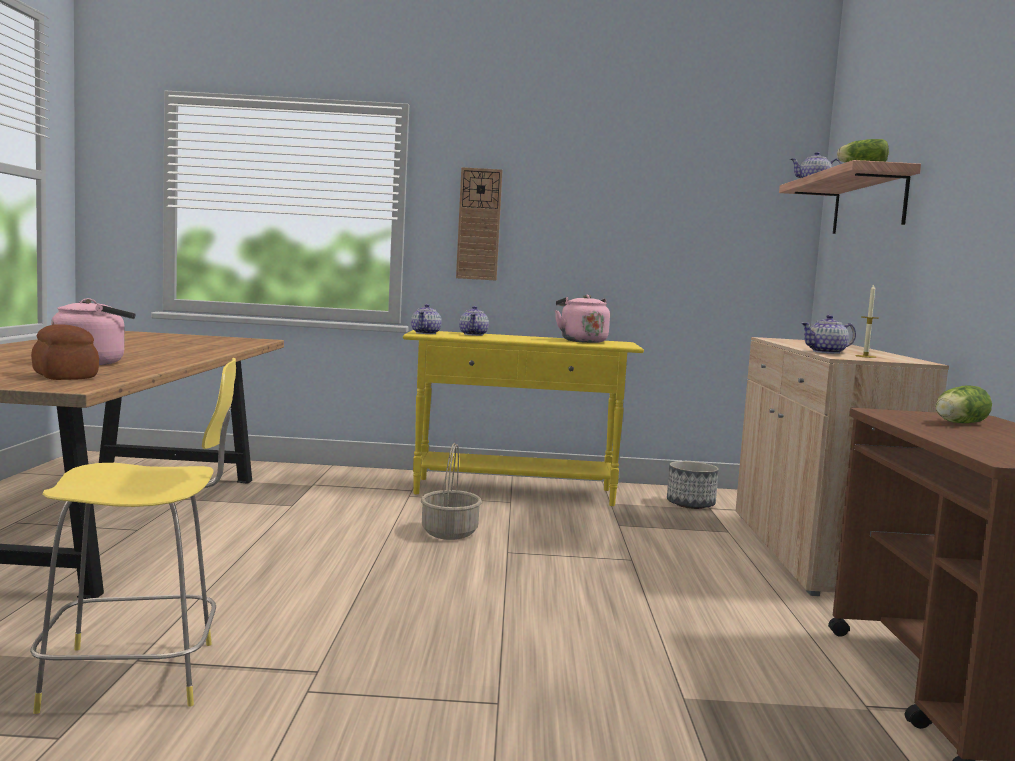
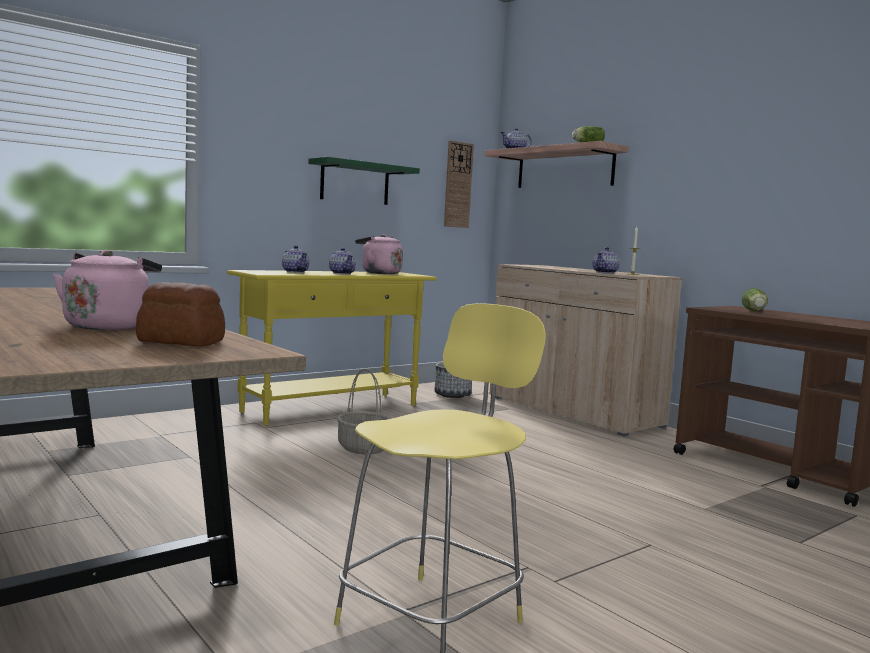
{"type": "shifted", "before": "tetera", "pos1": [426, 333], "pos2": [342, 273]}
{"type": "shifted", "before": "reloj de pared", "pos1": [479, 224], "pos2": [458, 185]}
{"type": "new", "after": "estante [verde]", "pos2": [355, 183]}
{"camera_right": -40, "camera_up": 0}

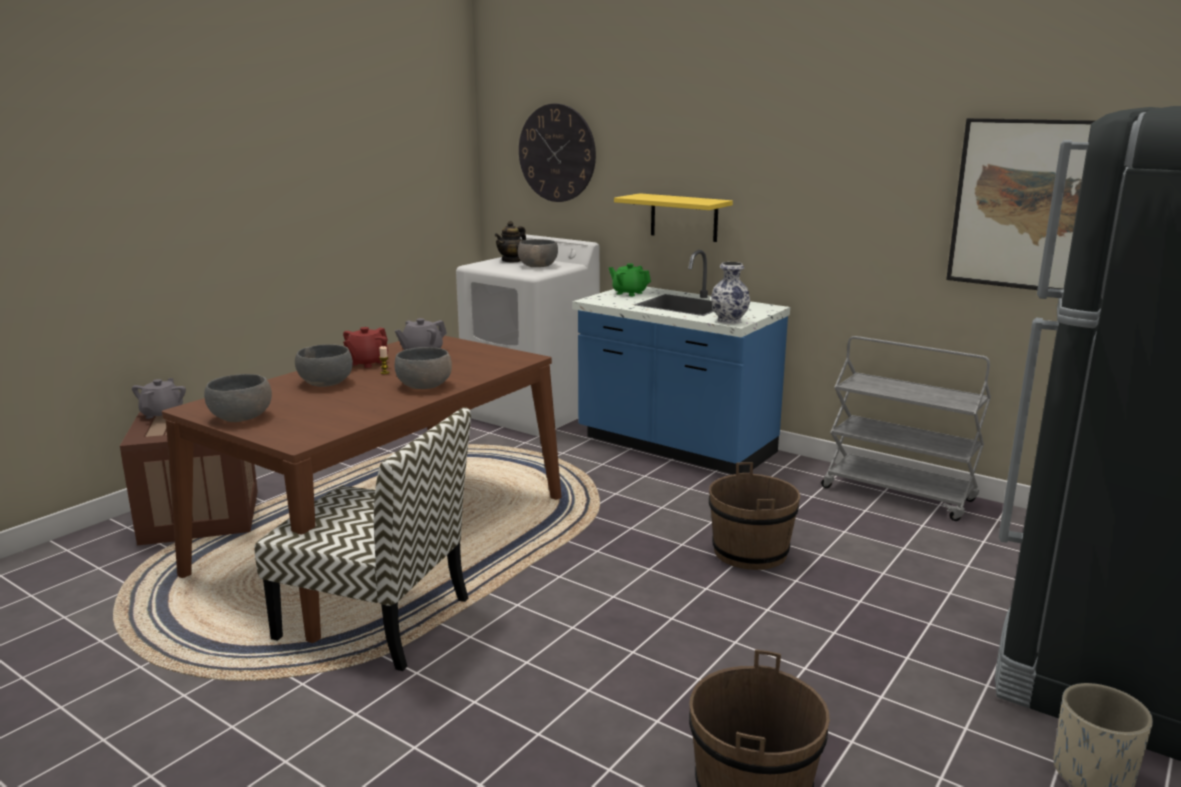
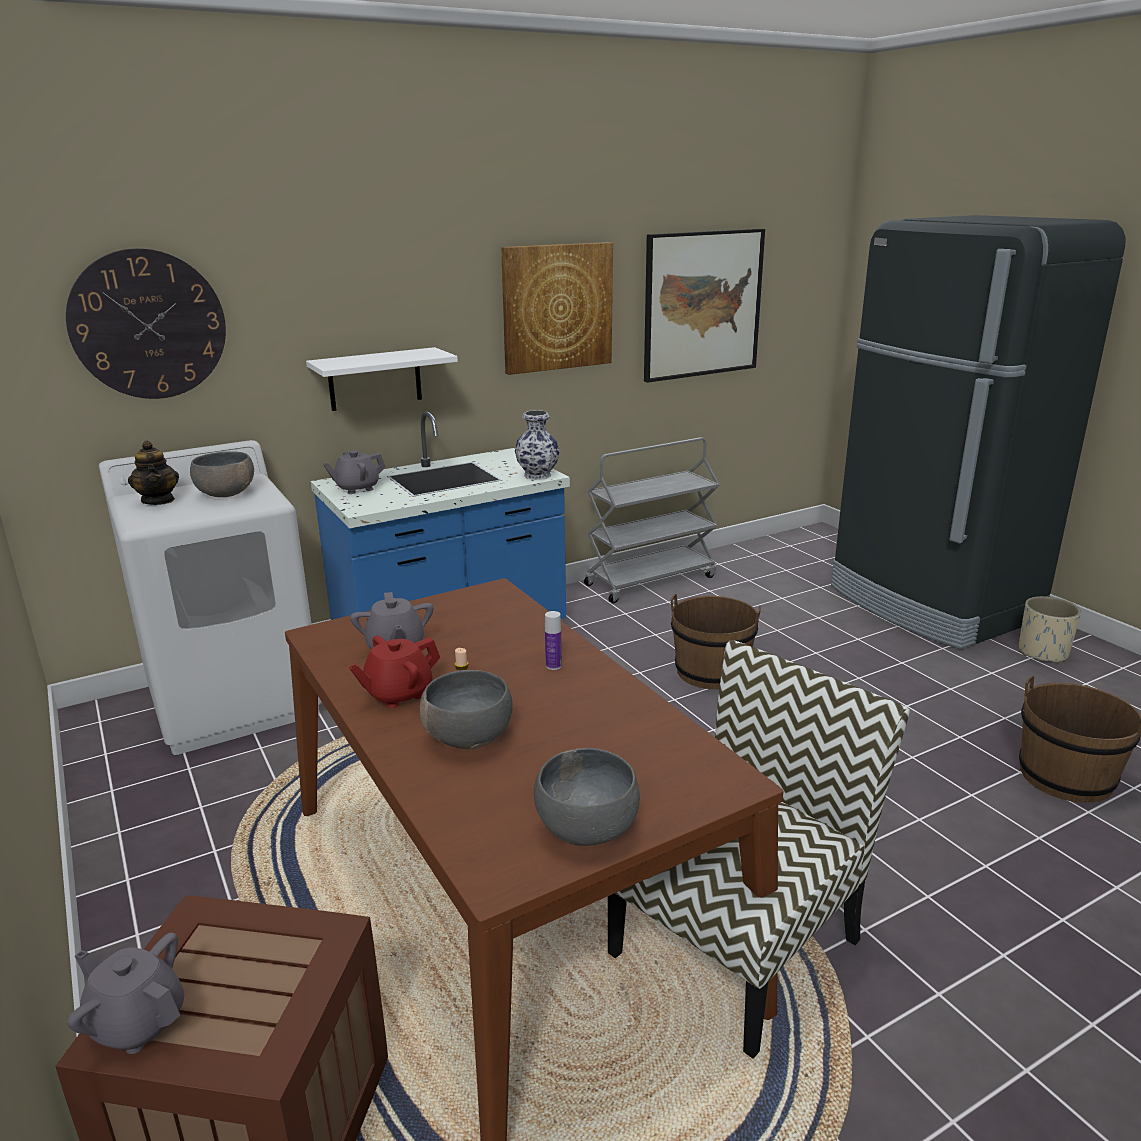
{"type": "rotated", "before": "tetera [rojo]", "pos1": [366, 363], "pos2": [398, 694], "turn": 90}
{"type": "swapped", "before": "cuenco [gris]", "after": "botella", "pos1": [424, 386], "pos2": [553, 666]}
{"type": "repainted", "before": "tetera [verde]", "after": "tetera [gris]", "pos1": [629, 293], "pos2": [357, 488]}
{"type": "repainted", "before": "estante [amarillo]", "after": "estante [blanco]", "pos1": [684, 217], "pos2": [375, 379]}
{"type": "new", "after": "cuadro", "pos2": [557, 307]}
{"camera_right": -65, "camera_up": 5}

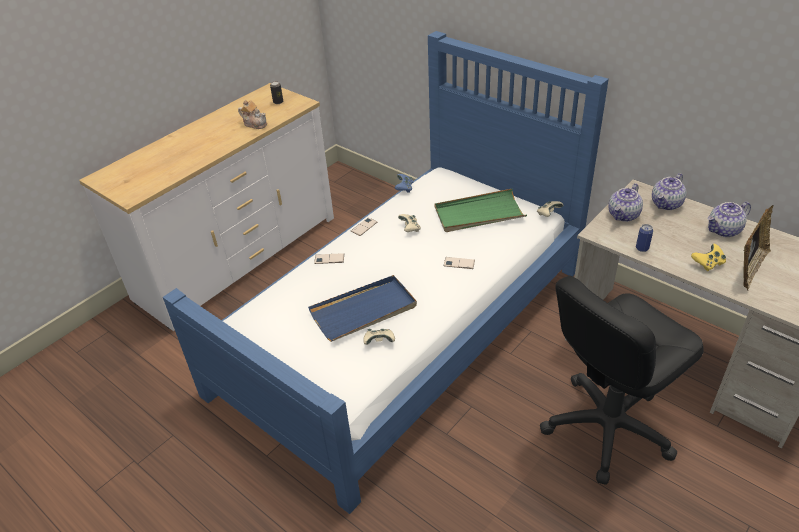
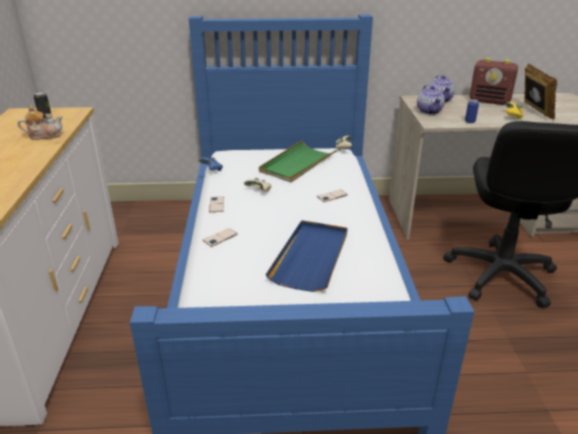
{"type": "gone", "before": "mando de consola [beis]", "pos1": [379, 342]}
{"type": "swapped", "before": "tetera", "after": "radio", "pos1": [724, 230], "pos2": [490, 101]}
{"camera_right": -45, "camera_up": -10}

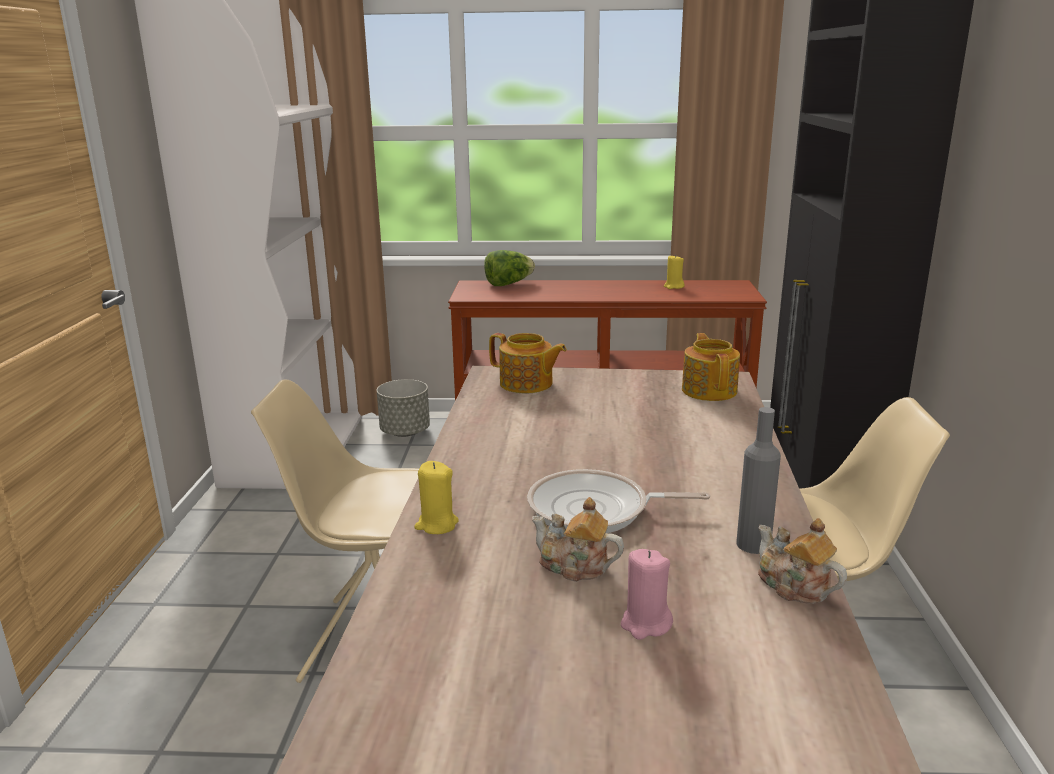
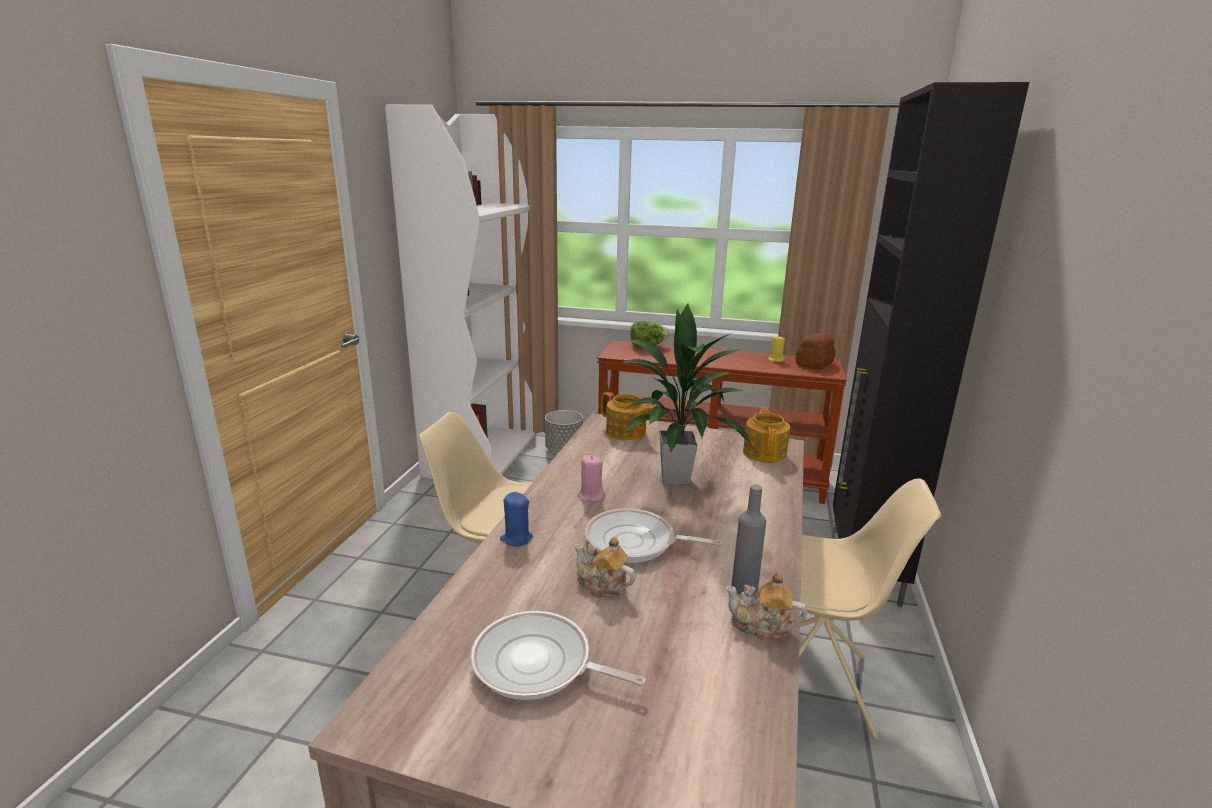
{"type": "repainted", "before": "vela [amarillo]", "after": "vela [azul]", "pos1": [436, 525], "pos2": [516, 538]}
{"type": "shifted", "before": "vela [rosa]", "pos1": [645, 624], "pos2": [591, 496]}
{"type": "rotated", "before": "tetera", "pos1": [794, 586], "pos2": [761, 626], "turn": -45}
{"type": "new", "after": "sartén", "pos2": [538, 665]}
{"type": "new", "after": "planta en maceta", "pos2": [674, 479]}
{"type": "new", "after": "pan", "pos2": [815, 364]}
{"camera_right": 10, "camera_up": 0}

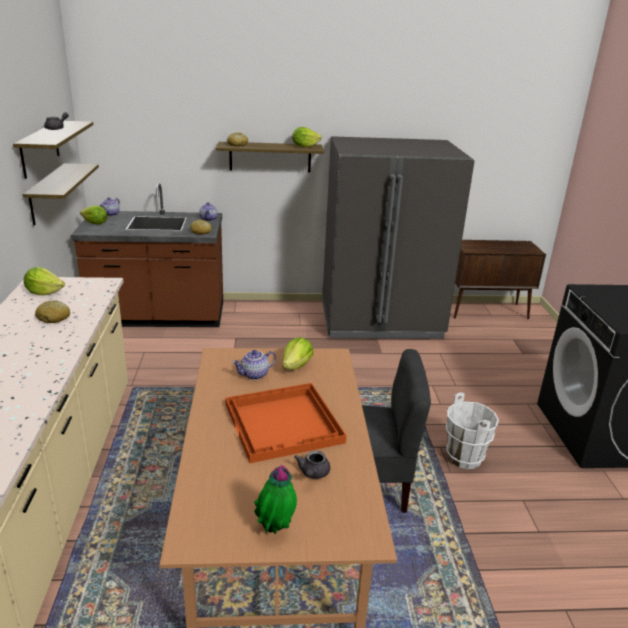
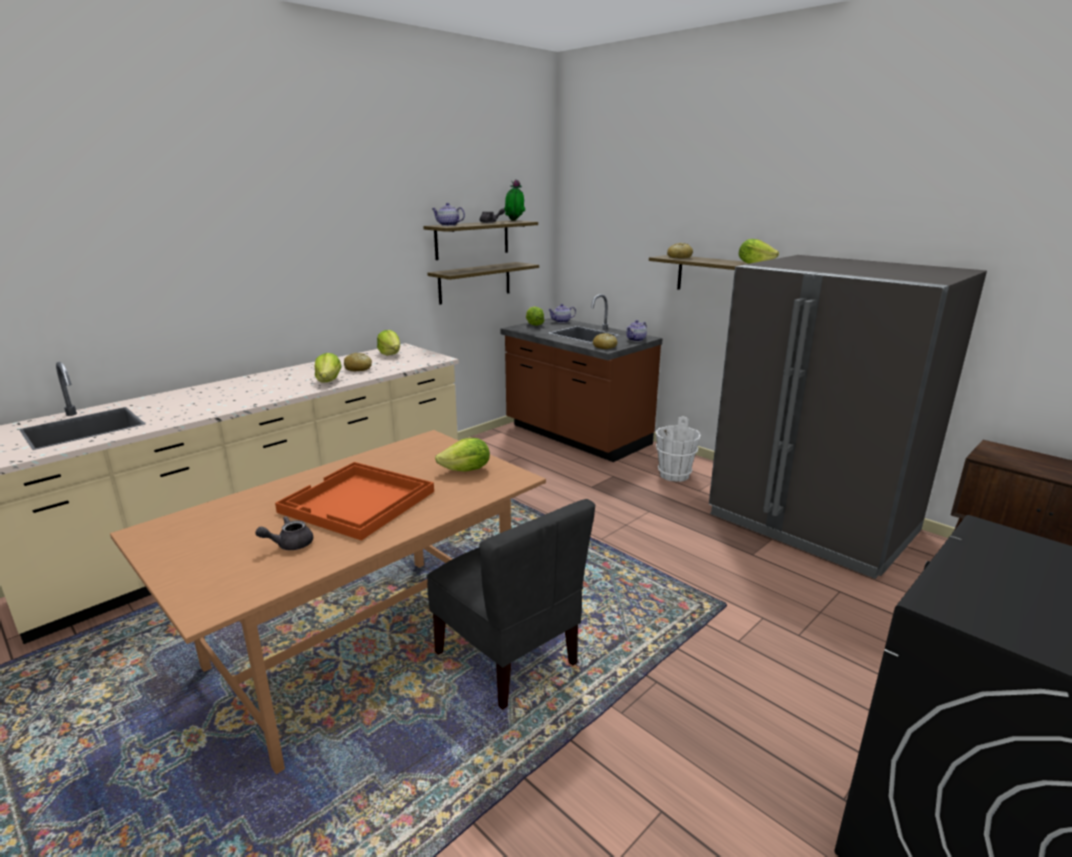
{"type": "shifted", "before": "tetera", "pos1": [254, 375], "pos2": [448, 225]}
{"type": "shifted", "before": "planta en maceta", "pos1": [276, 530], "pos2": [514, 221]}
{"type": "shifted", "before": "cubo [blanco]", "pos1": [464, 457], "pos2": [674, 475]}
{"type": "new", "after": "lechuga", "pos2": [329, 381]}
{"camera_right": 50, "camera_up": -5}

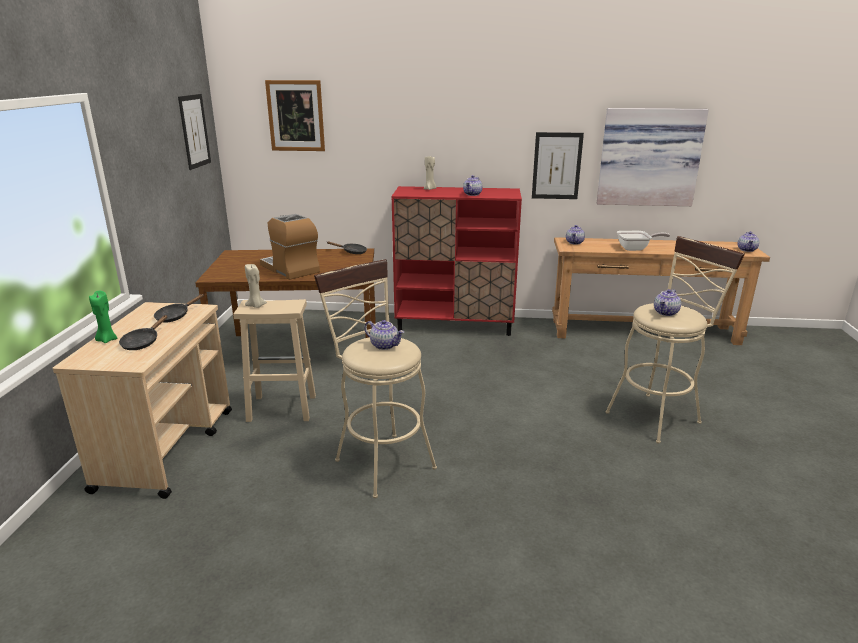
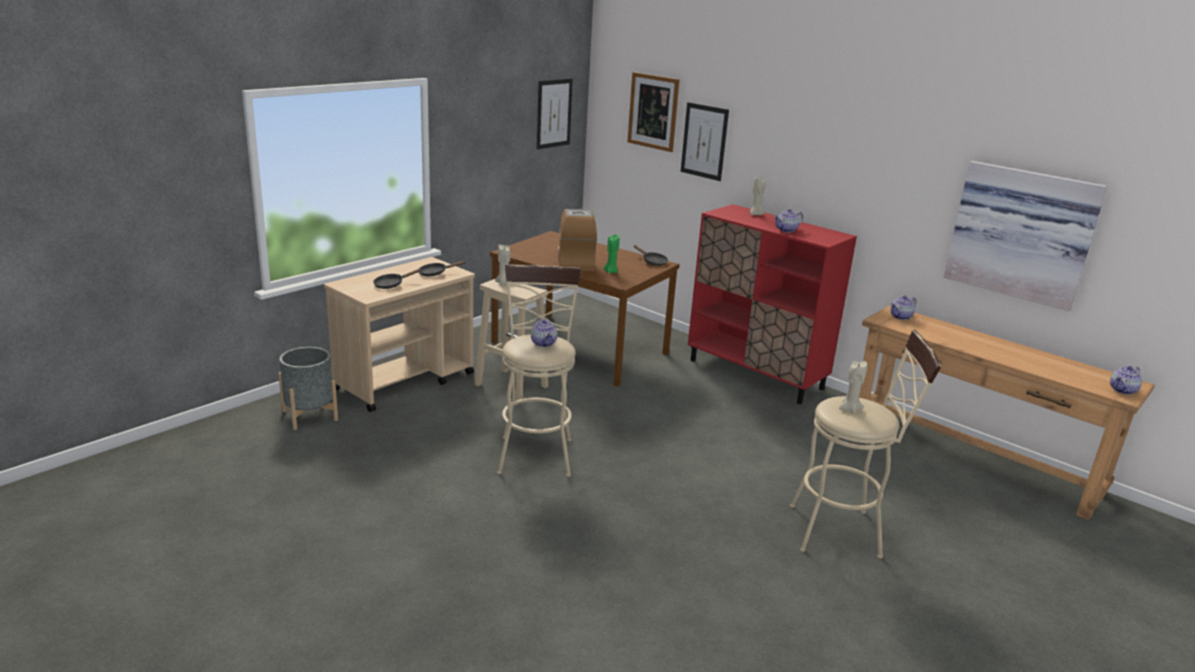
{"type": "shifted", "before": "vela [verde]", "pos1": [107, 340], "pos2": [611, 271]}
{"type": "shifted", "before": "cuadro", "pos1": [556, 166], "pos2": [704, 141]}
{"type": "gone", "before": "sartén", "pos1": [636, 249]}
{"type": "swapped", "before": "tetera", "after": "vela [beis]", "pos1": [666, 313], "pos2": [849, 409]}
{"type": "new", "after": "maceta [gris]", "pos2": [310, 415]}
{"camera_right": 35, "camera_up": 0}

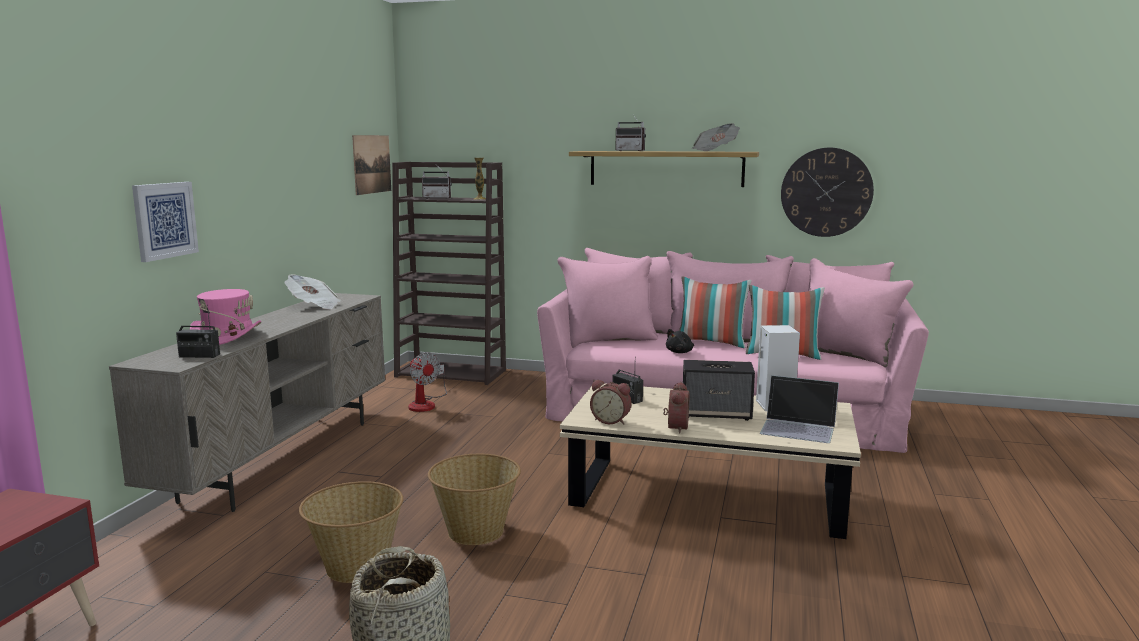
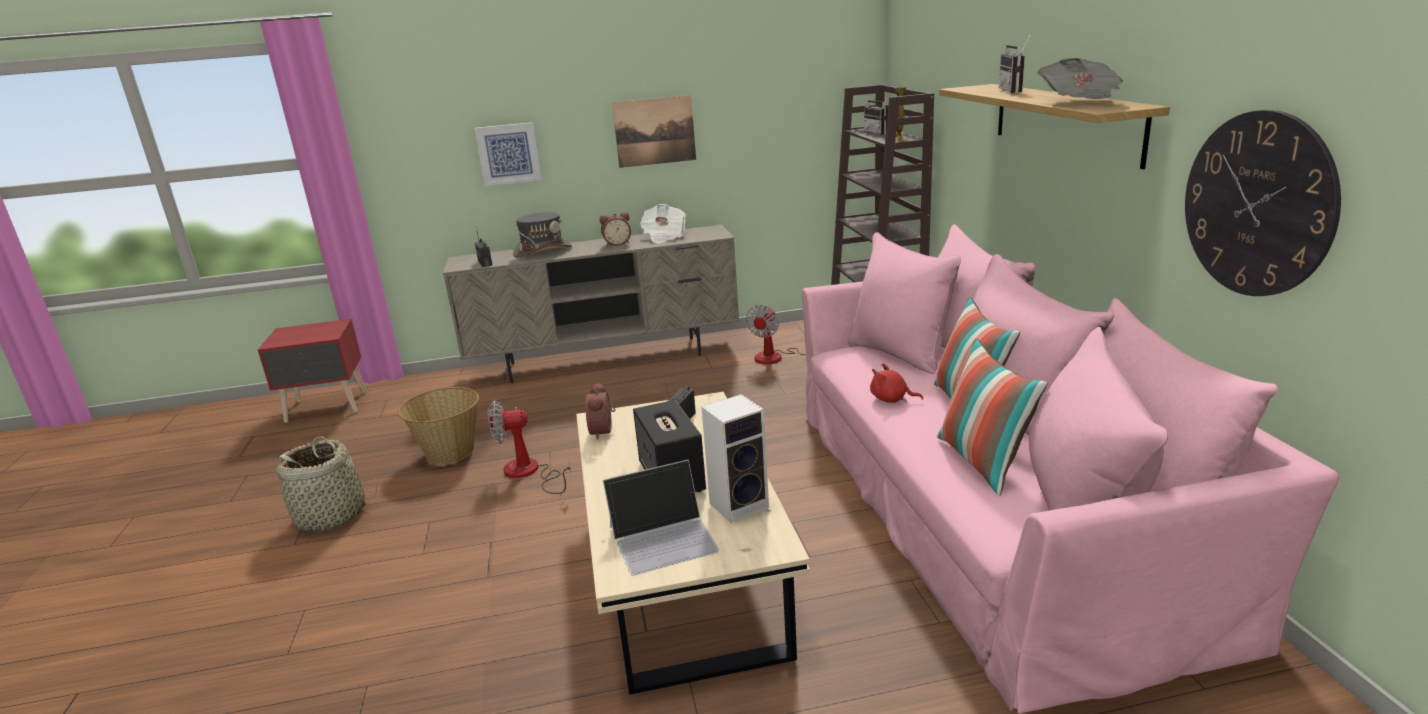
{"type": "repainted", "before": "sombrero [rosa]", "after": "sombrero [gris]", "pos1": [227, 336], "pos2": [543, 251]}
{"type": "shifted", "before": "cuadro", "pos1": [372, 164], "pos2": [654, 131]}
{"type": "swapped", "before": "cesta", "after": "ventilador", "pos1": [476, 531], "pos2": [529, 473]}
{"type": "shifted", "before": "despertador", "pos1": [675, 427], "pos2": [617, 244]}
{"type": "repainted", "before": "peluche [negro]", "after": "peluche [rojo]", "pos1": [680, 352], "pos2": [891, 399]}
{"type": "rotated", "before": "portátil", "pos1": [799, 427], "pos2": [663, 537], "turn": -105}
{"camera_right": 65, "camera_up": 10}

